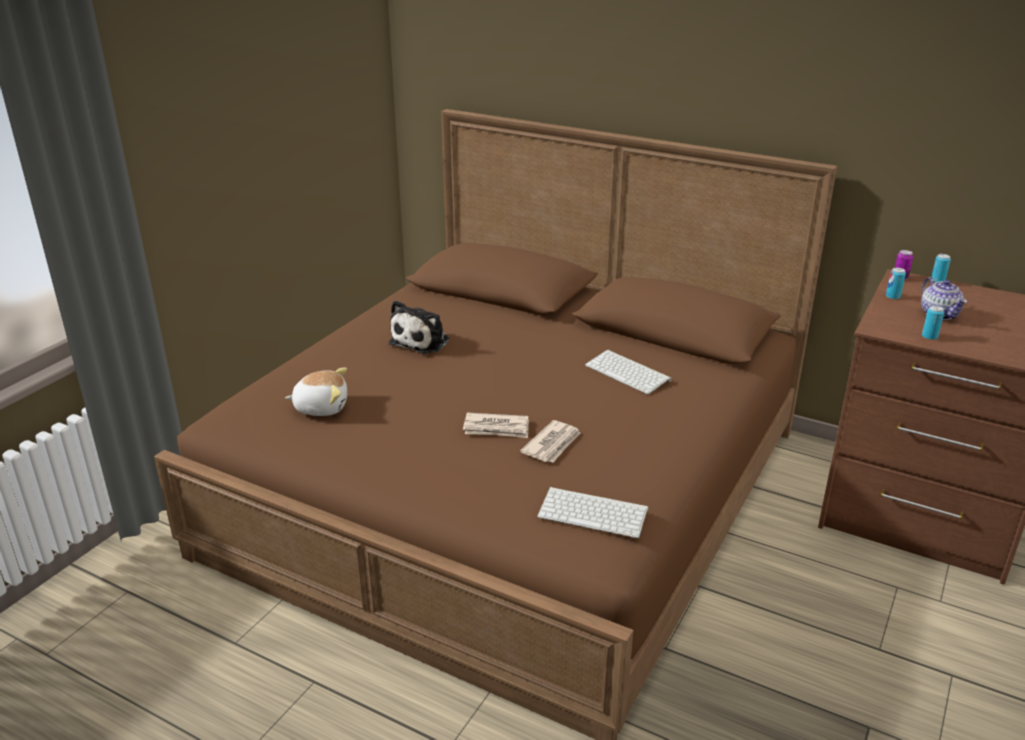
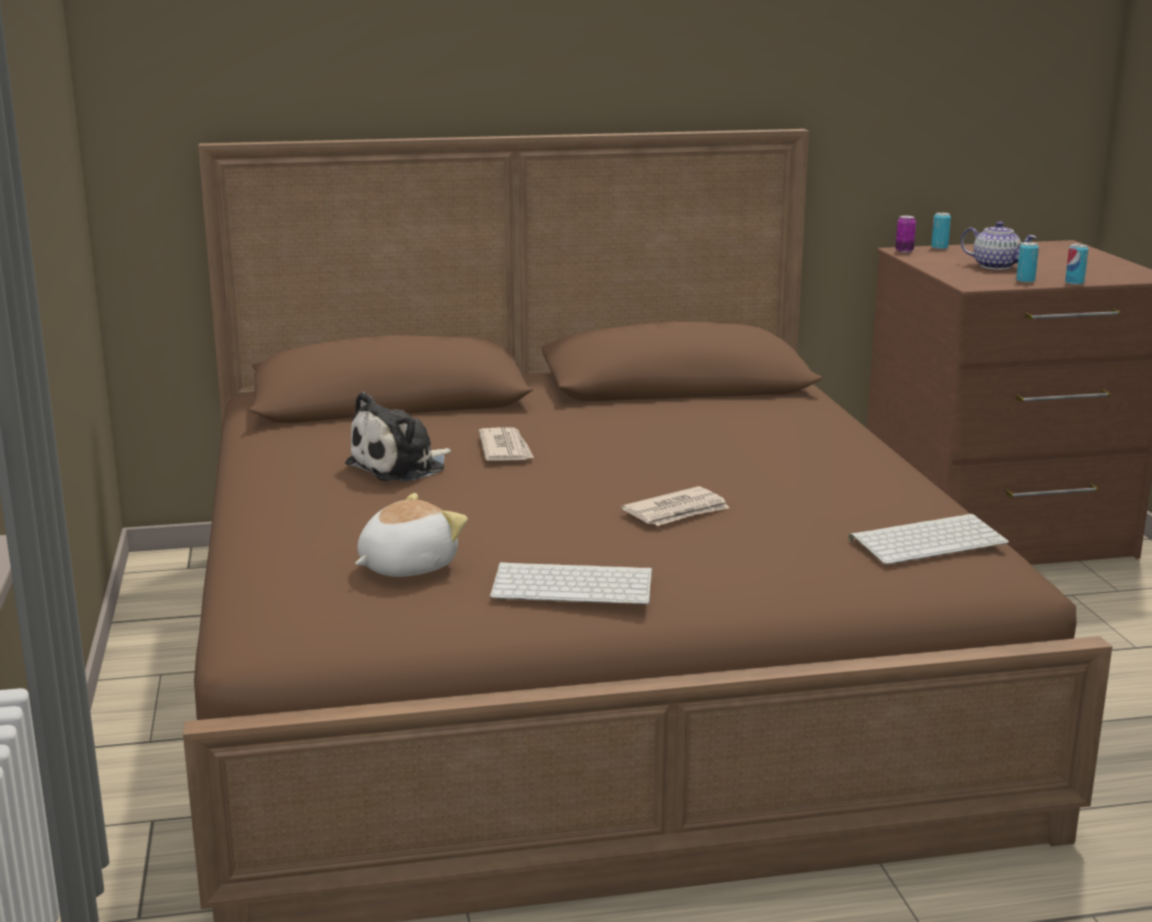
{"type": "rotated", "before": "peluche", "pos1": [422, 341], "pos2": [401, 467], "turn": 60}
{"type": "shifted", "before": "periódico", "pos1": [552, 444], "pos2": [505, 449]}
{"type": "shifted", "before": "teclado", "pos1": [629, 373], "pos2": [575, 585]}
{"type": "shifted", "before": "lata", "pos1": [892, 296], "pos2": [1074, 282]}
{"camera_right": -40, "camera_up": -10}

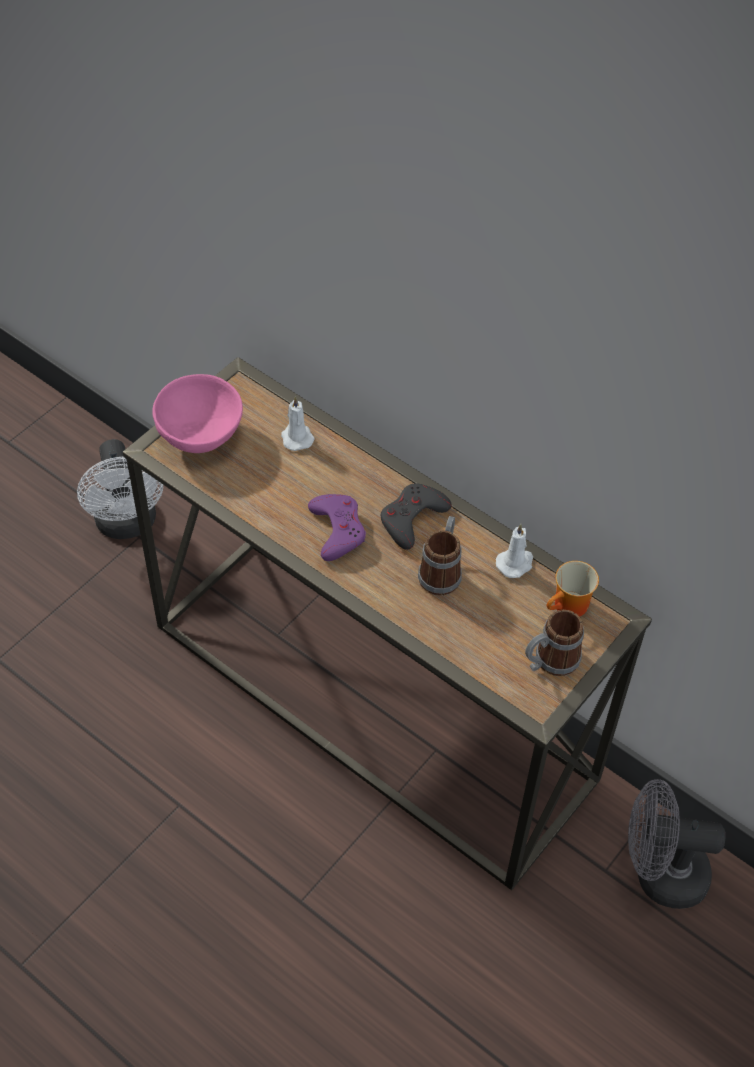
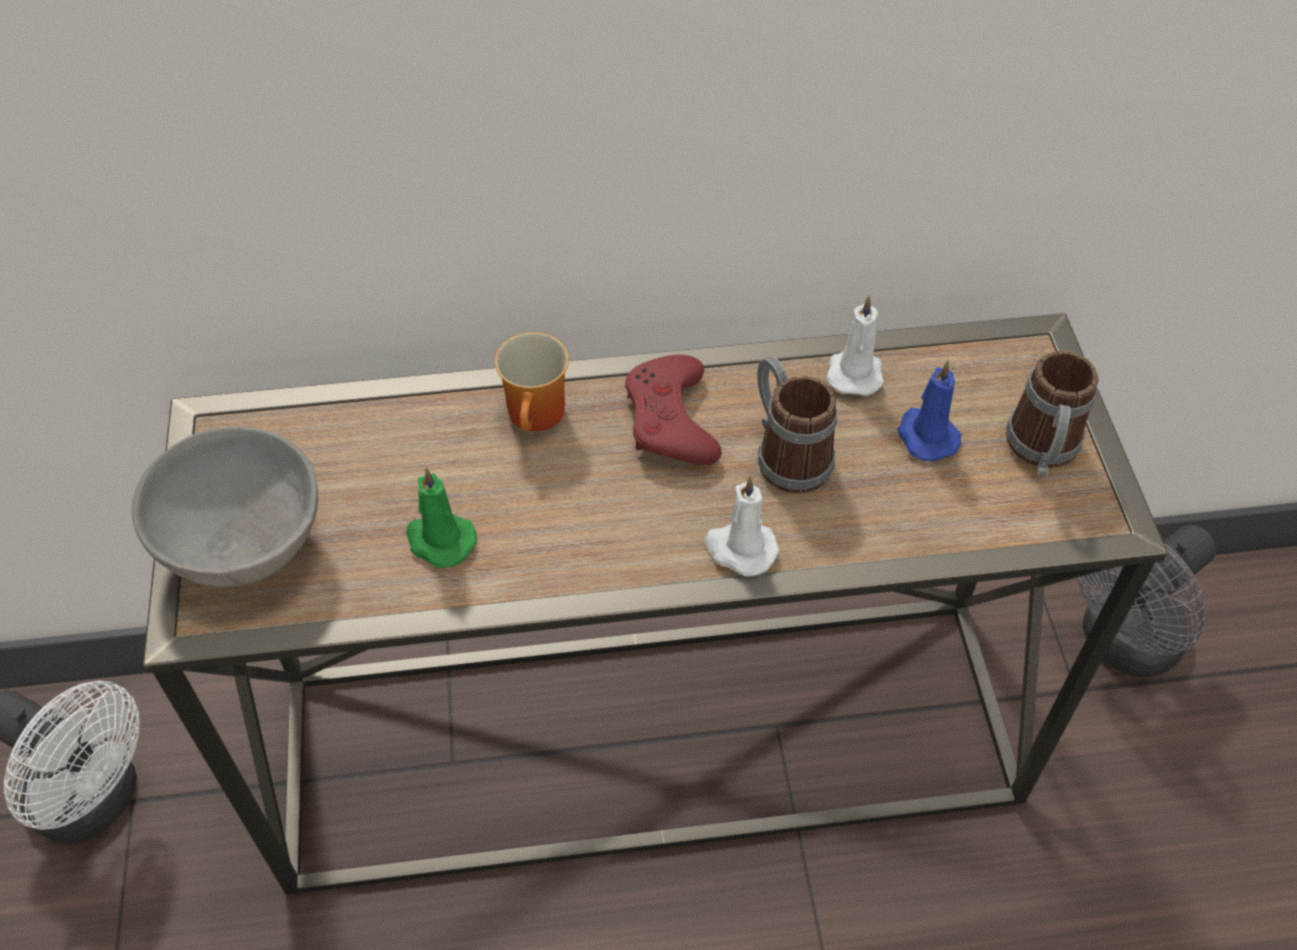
{"type": "repainted", "before": "cuenco [rosa]", "after": "cuenco [gris]", "pos1": [202, 435], "pos2": [246, 542]}
{"type": "shifted", "before": "vela [blanco]", "pos1": [296, 437], "pos2": [739, 549]}
{"type": "gone", "before": "mando de consola [morado]", "pos1": [337, 530]}
{"type": "repainted", "before": "mando de consola [gris]", "after": "mando de consola [rojo]", "pos1": [412, 519], "pos2": [671, 420]}
{"type": "shifted", "before": "taza grande", "pos1": [570, 608], "pos2": [540, 416]}
{"type": "new", "after": "vela [verde]", "pos2": [439, 540]}
{"type": "new", "after": "vela [azul]", "pos2": [925, 435]}
{"camera_right": -45, "camera_up": 0}

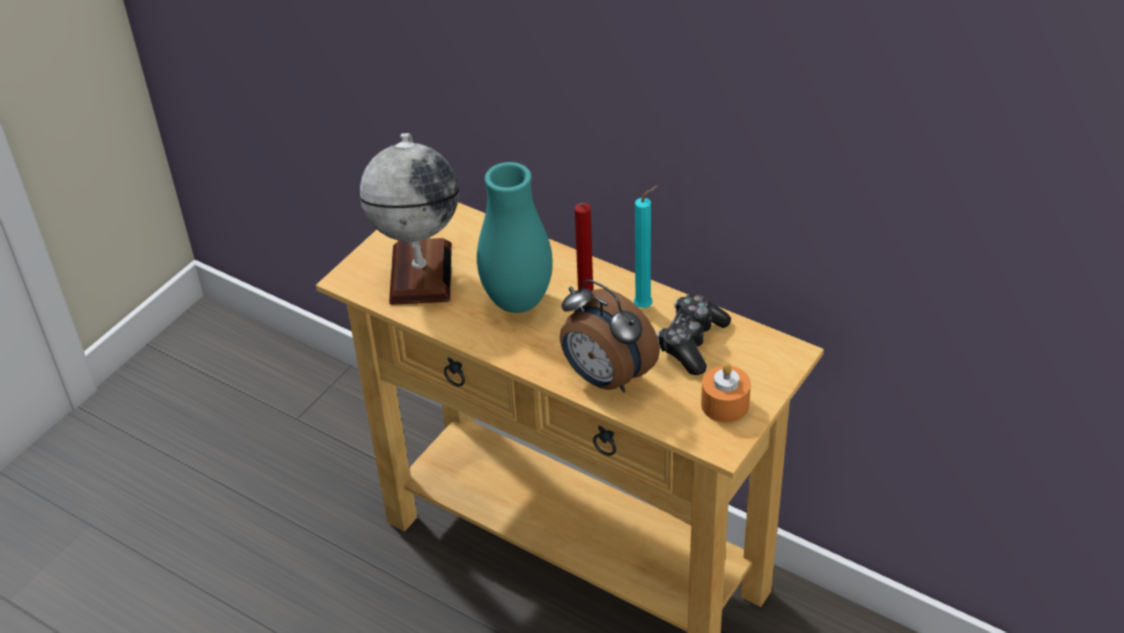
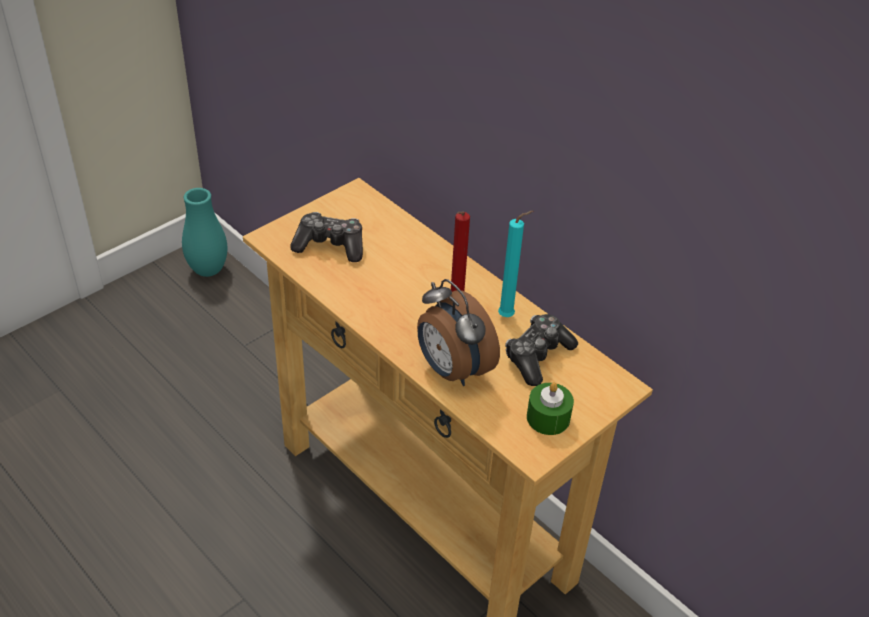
{"type": "swapped", "before": "globo terráqueo", "after": "mando de consola", "pos1": [420, 273], "pos2": [330, 245]}
{"type": "shifted", "before": "florero [turquesa]", "pos1": [518, 301], "pos2": [208, 270]}
{"type": "repainted", "before": "vela [naranja]", "after": "vela [verde]", "pos1": [725, 404], "pos2": [548, 418]}
{"camera_right": 10, "camera_up": 0}

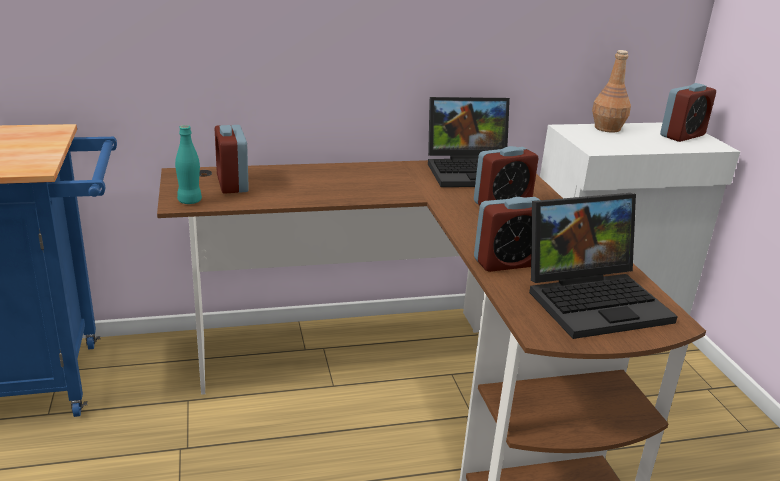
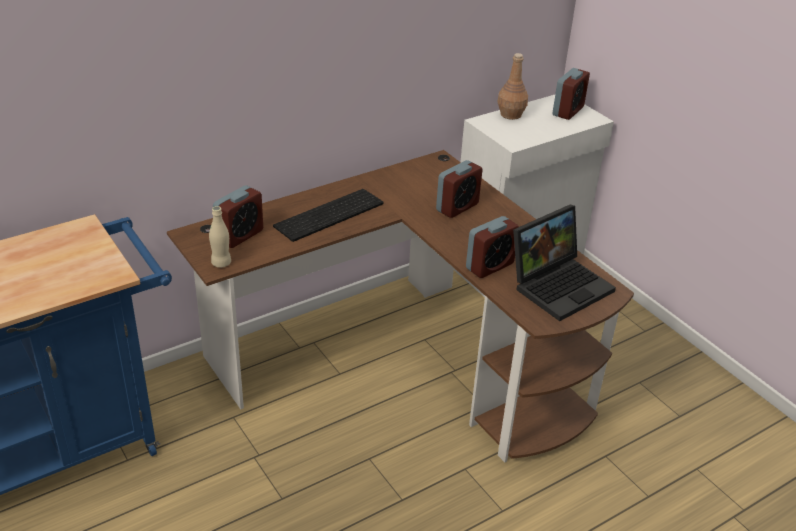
{"type": "repainted", "before": "botella [turquesa]", "after": "botella [beis]", "pos1": [189, 201], "pos2": [221, 263]}
{"type": "rotated", "before": "despertador", "pos1": [232, 184], "pos2": [240, 235], "turn": -105}
{"type": "gone", "before": "portátil", "pos1": [473, 171]}
{"type": "new", "after": "teclado", "pos2": [329, 216]}
{"camera_right": -20, "camera_up": 10}

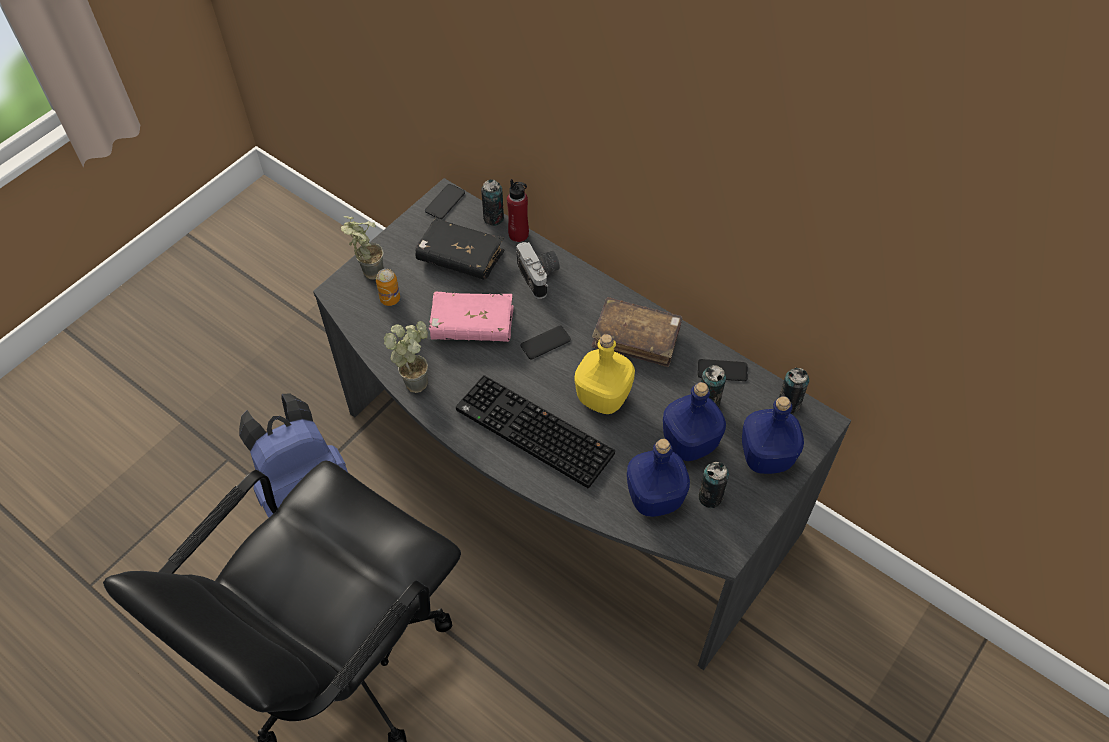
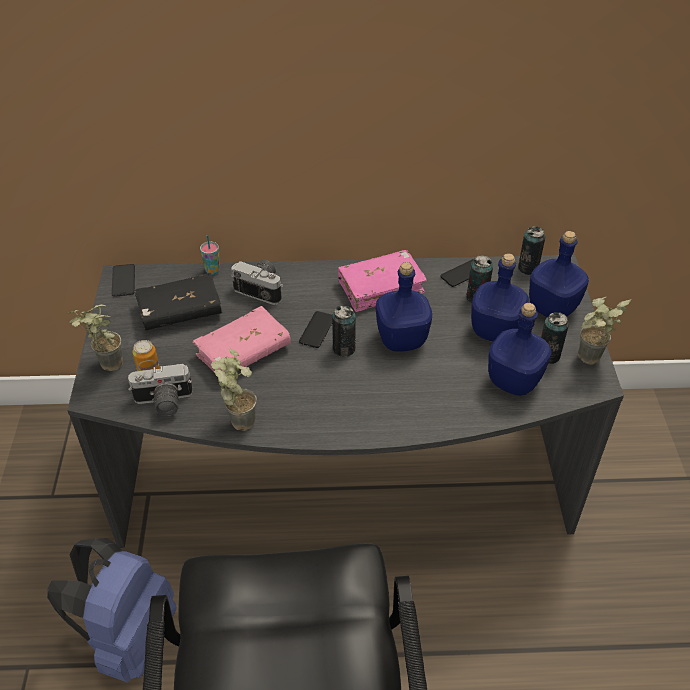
{"type": "gone", "before": "teclado", "pos1": [531, 433]}
{"type": "shifted", "before": "lata", "pos1": [493, 218], "pos2": [344, 349]}
{"type": "swapped", "before": "botella [rojo]", "after": "taza", "pos1": [518, 234], "pos2": [212, 270]}
{"type": "repainted", "before": "botella [amarillo]", "after": "botella [azul]", "pos1": [603, 396], "pos2": [401, 339]}
{"type": "repainted", "before": "libro [marrón]", "after": "libro [rosa]", "pos1": [636, 337], "pos2": [381, 287]}
{"type": "new", "after": "cámara", "pos2": [163, 403]}
{"type": "new", "after": "planta en maceta", "pos2": [588, 362]}
{"camera_right": -40, "camera_up": -10}

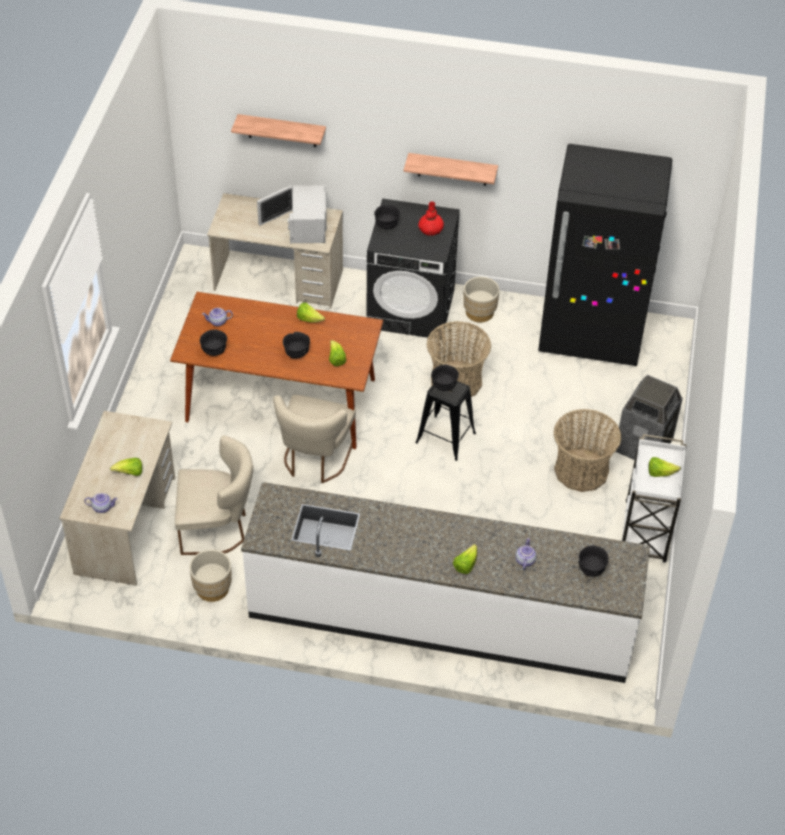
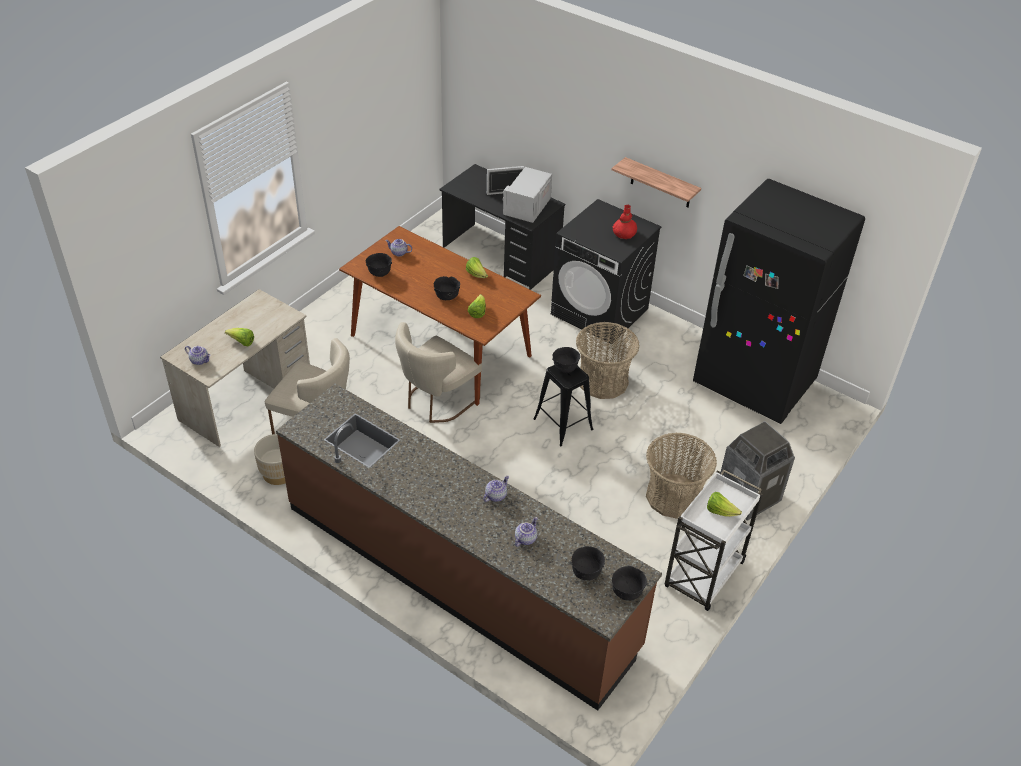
{"type": "repainted", "before": "escritorio [beis]", "after": "escritorio [negro]", "pos1": [278, 281], "pos2": [501, 256]}
{"type": "gone", "before": "estante", "pos1": [282, 131]}
{"type": "repainted", "before": "mueble bajo de cocina [blanco]", "after": "mueble bajo de cocina [marrón]", "pos1": [441, 616], "pos2": [459, 575]}
{"type": "shifted", "before": "cuenco [negro]", "pos1": [386, 225], "pos2": [627, 593]}
{"type": "gone", "before": "lechuga", "pos1": [465, 565]}
{"type": "gone", "before": "maceta [beis]", "pos1": [479, 312]}
{"type": "new", "after": "tetera", "pos2": [495, 495]}
{"camera_right": 25, "camera_up": -5}

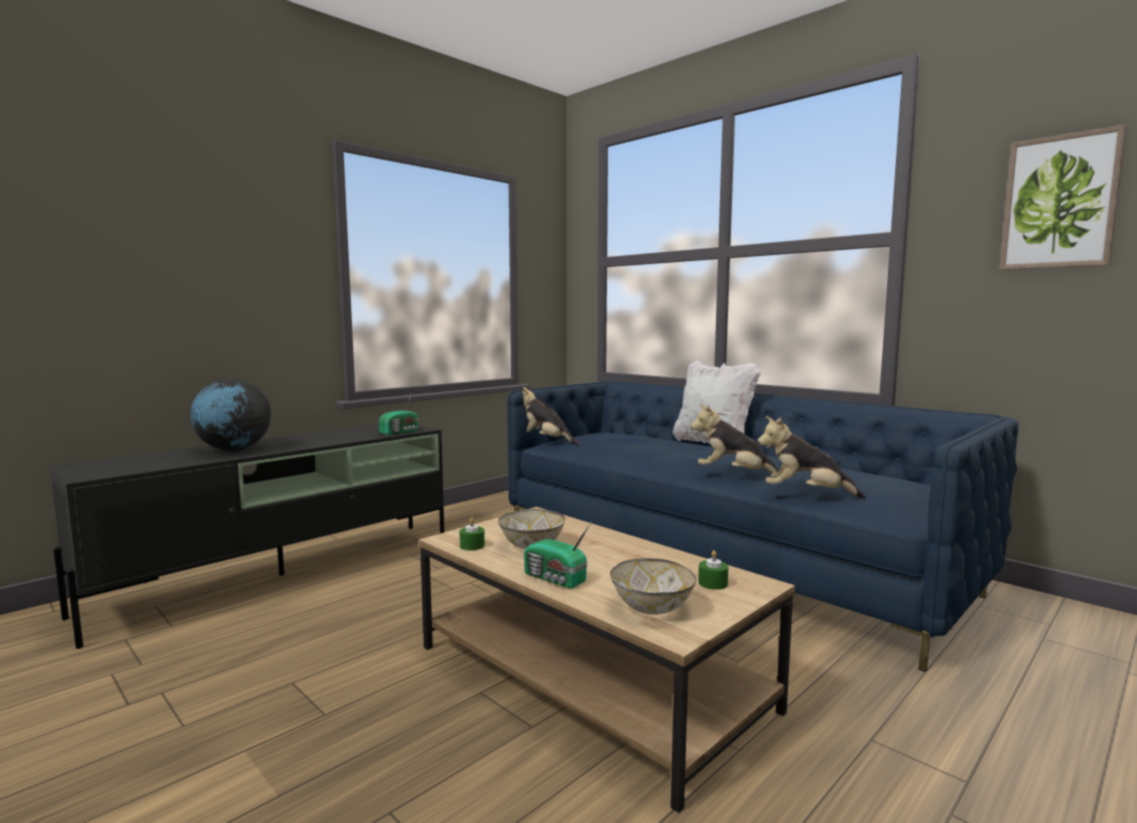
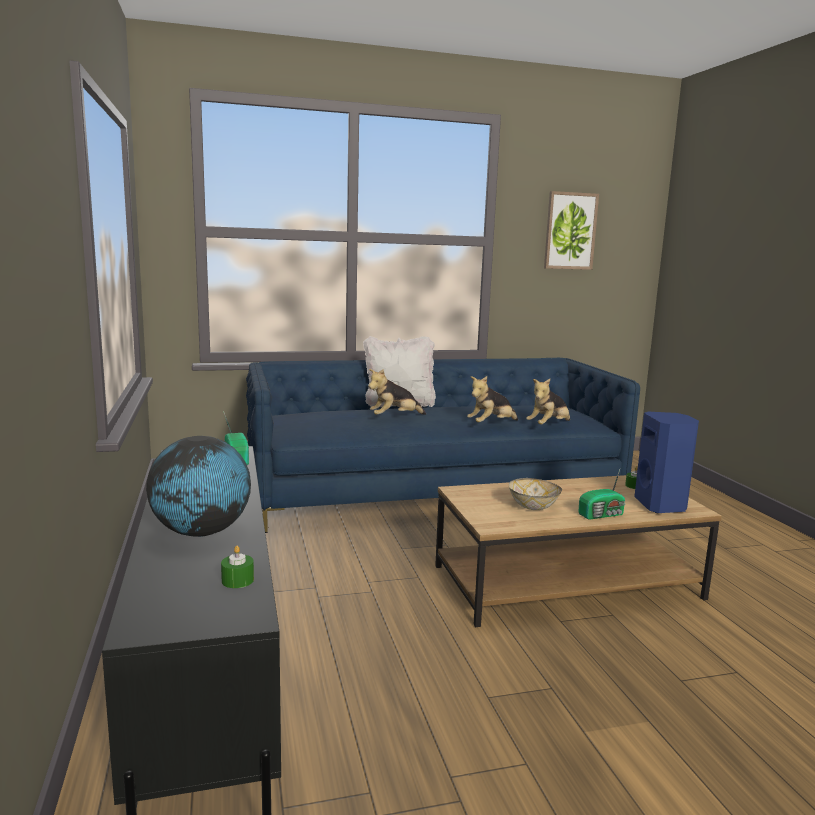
{"type": "shifted", "before": "vela [verde]", "pos1": [472, 546], "pos2": [237, 580]}
{"type": "shifted", "before": "peluche", "pos1": [546, 441], "pos2": [394, 417]}
{"type": "swapped", "before": "cuenco", "after": "altavoz [azul]", "pos1": [652, 608], "pos2": [661, 506]}
{"camera_right": -60, "camera_up": 5}

